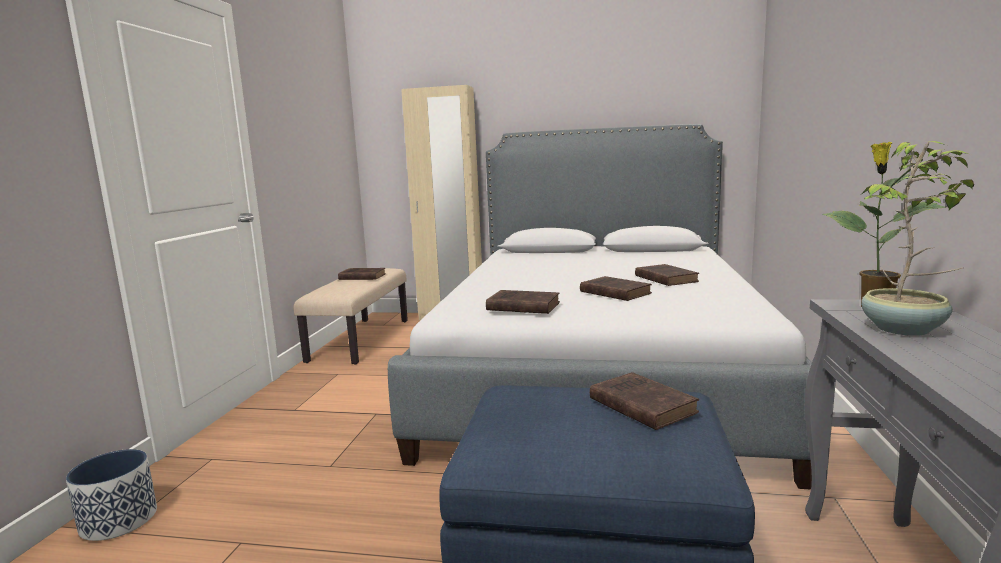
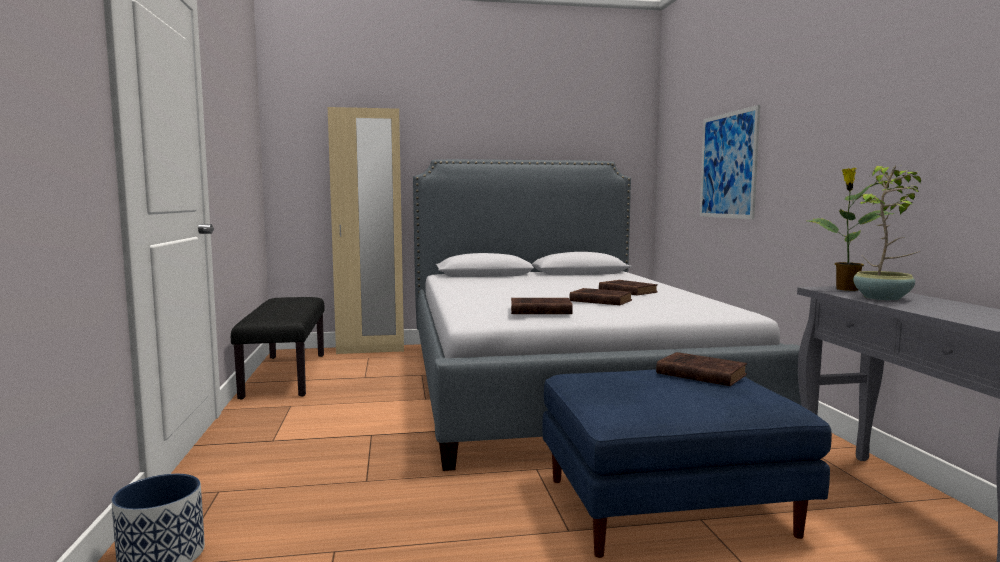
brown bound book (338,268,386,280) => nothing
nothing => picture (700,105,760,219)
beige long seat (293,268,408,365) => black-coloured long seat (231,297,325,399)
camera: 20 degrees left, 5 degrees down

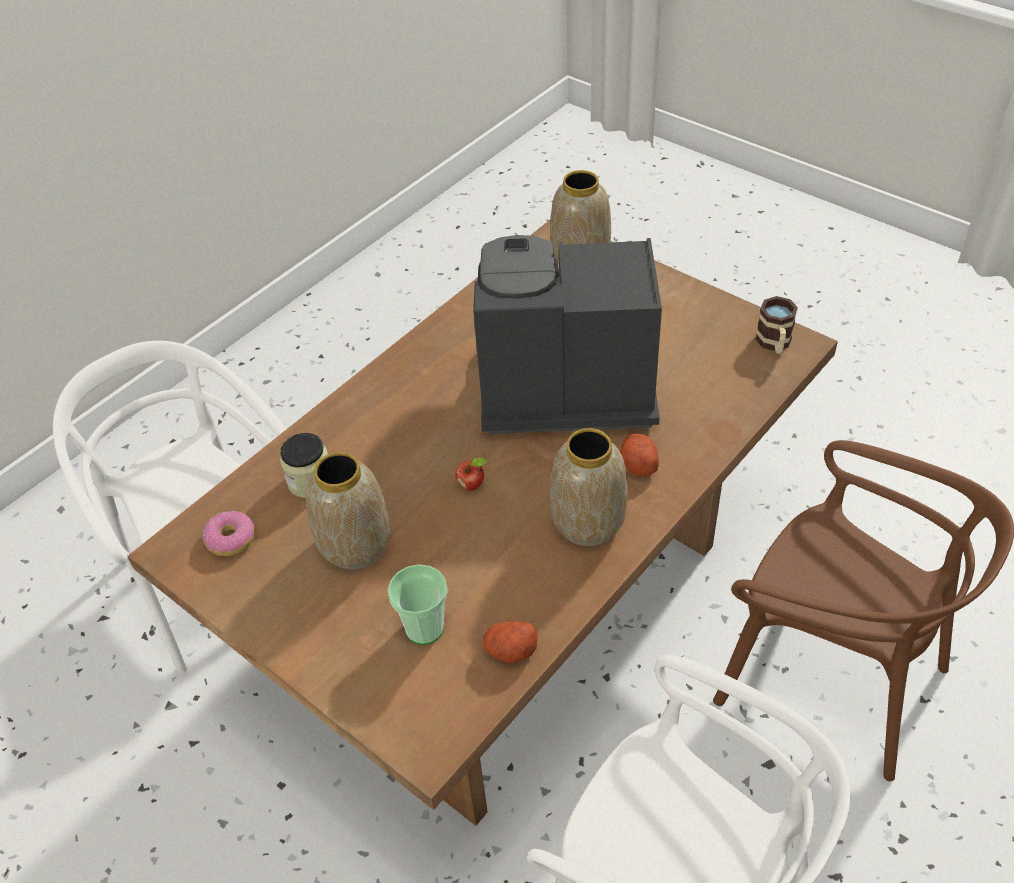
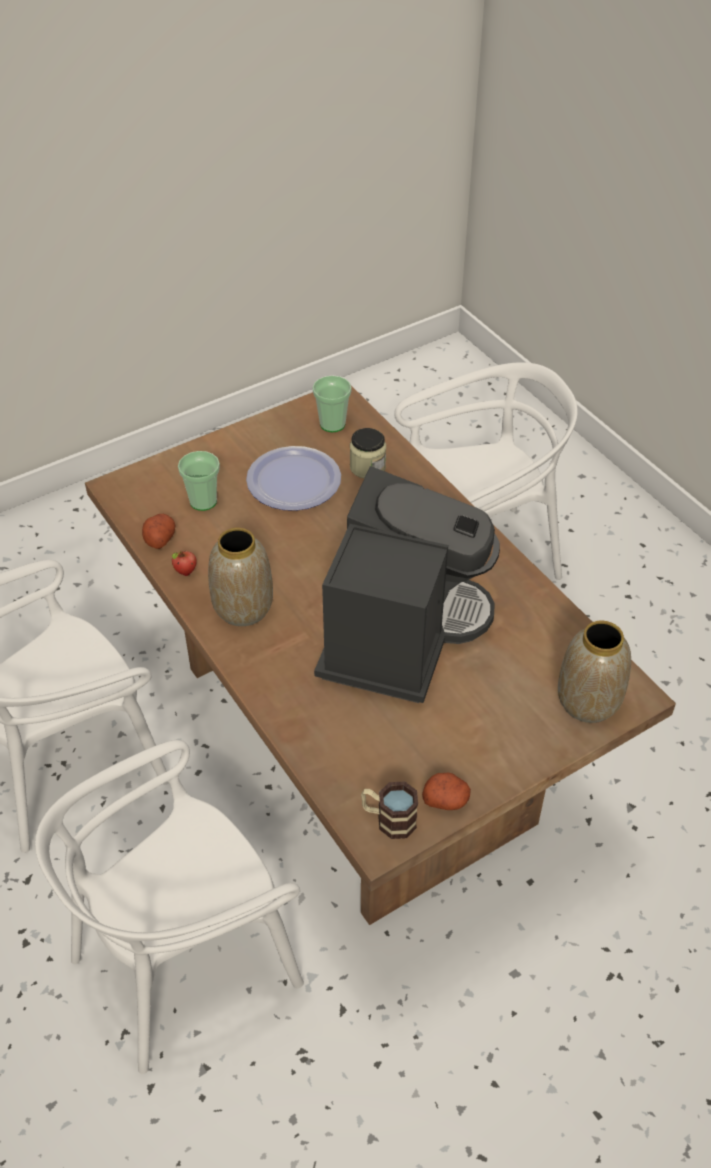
whole apple (455,457,487,491) => whole apple (172,550,197,576), shifted
spud (620,433,659,476) => spud (422,772,471,810), shifted
doughnut (202,511,255,556) => cup (313,375,352,432)
decorative vase (306,452,390,569) => dinner plate (246,446,341,511)
brown upright chair (713,440,1014,781) => whitish upright chair (35,740,304,1074)
camera: 105 degrees right, 0 degrees up

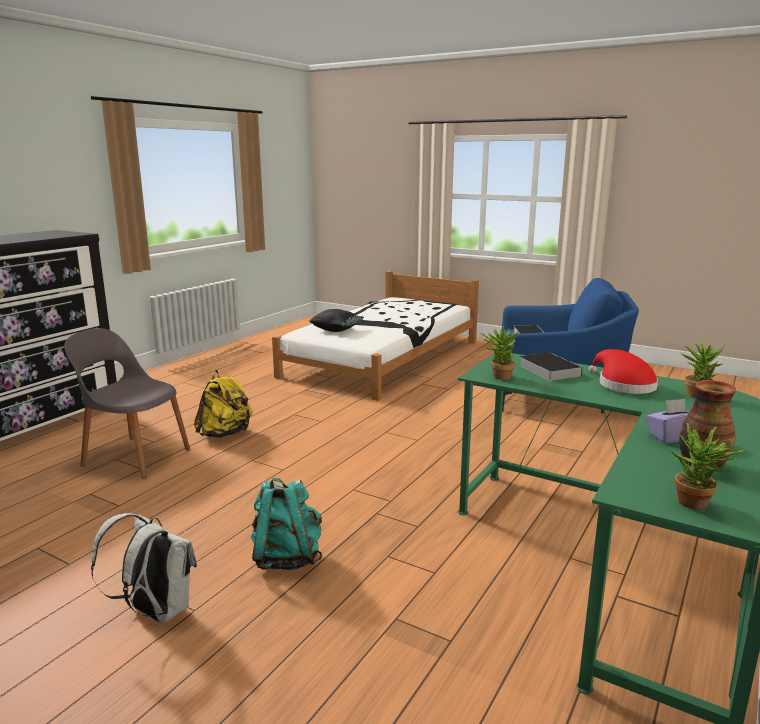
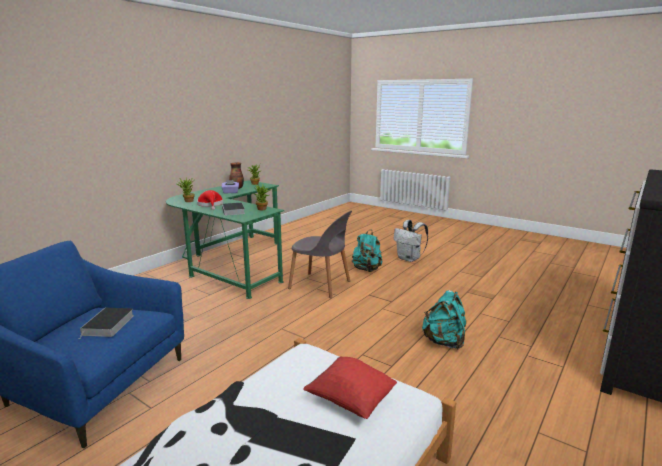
grey upright chair (64,328,190,479) => grey upright chair (288,211,352,298), shifted
yellow backpack (194,370,253,438) => blue-green backpack (422,290,466,350)
black-coloured pillow (309,309,363,332) => red-coloured pillow (303,356,397,419)
camera: 175 degrees left, 0 degrees up

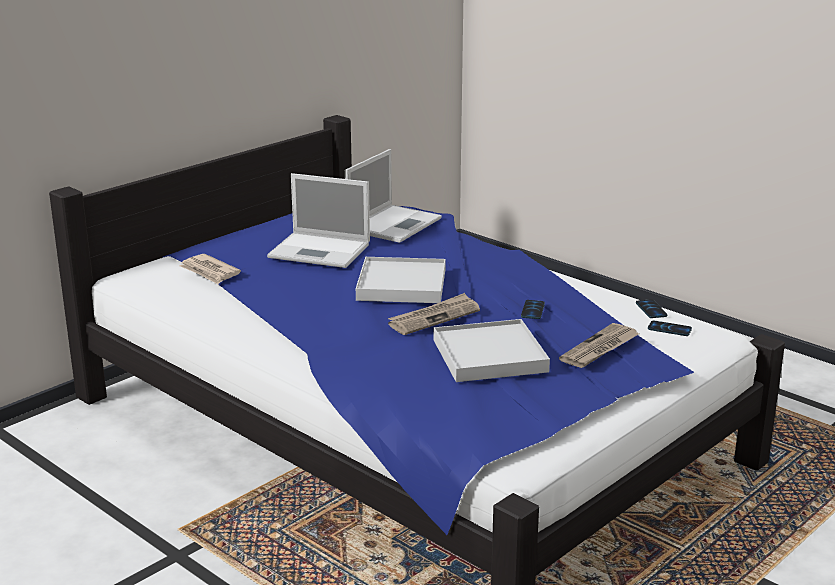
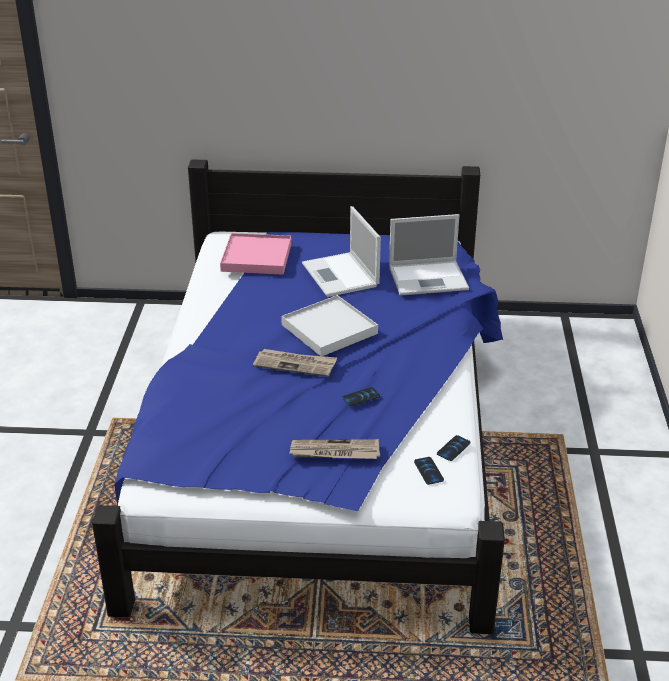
whitish tray (434,319,550,382) => nothing
printed paper (180,254,241,284) => pink-coloured tray (220,233,292,275)
camera: 50 degrees right, 10 degrees up

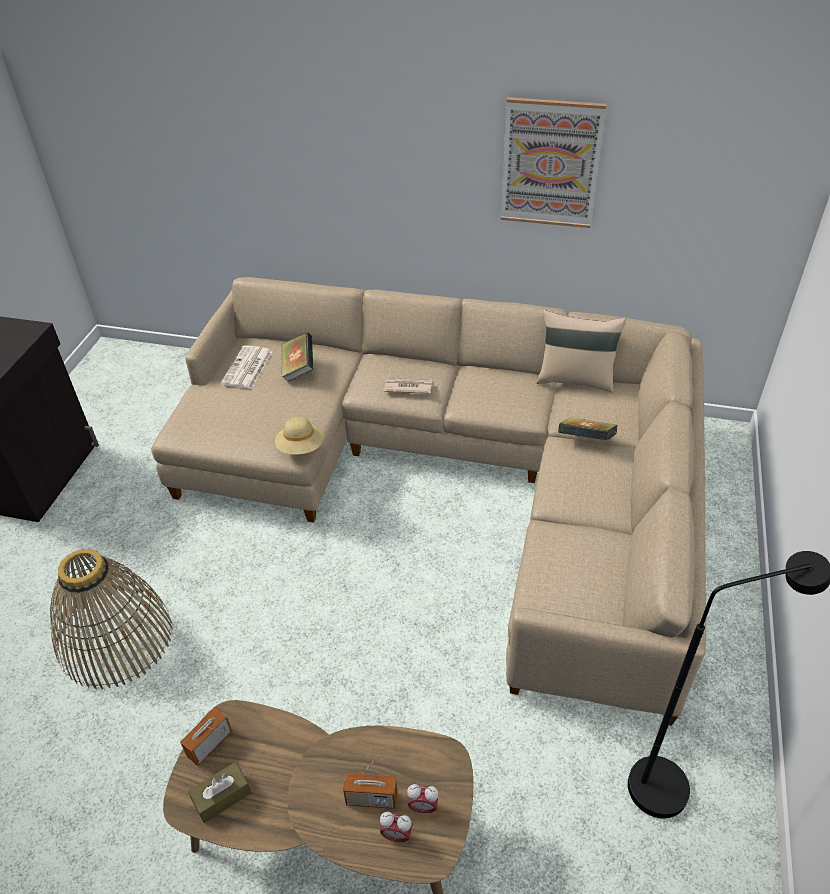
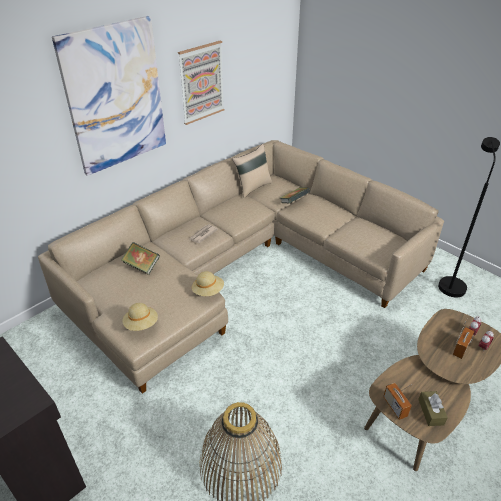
printed paper (221,345,272,389) => nothing
nothing => picture (52,16,166,176)
nothing => beige clothing hat (123,303,158,331)
camera: 60 degrees left, 5 degrees down

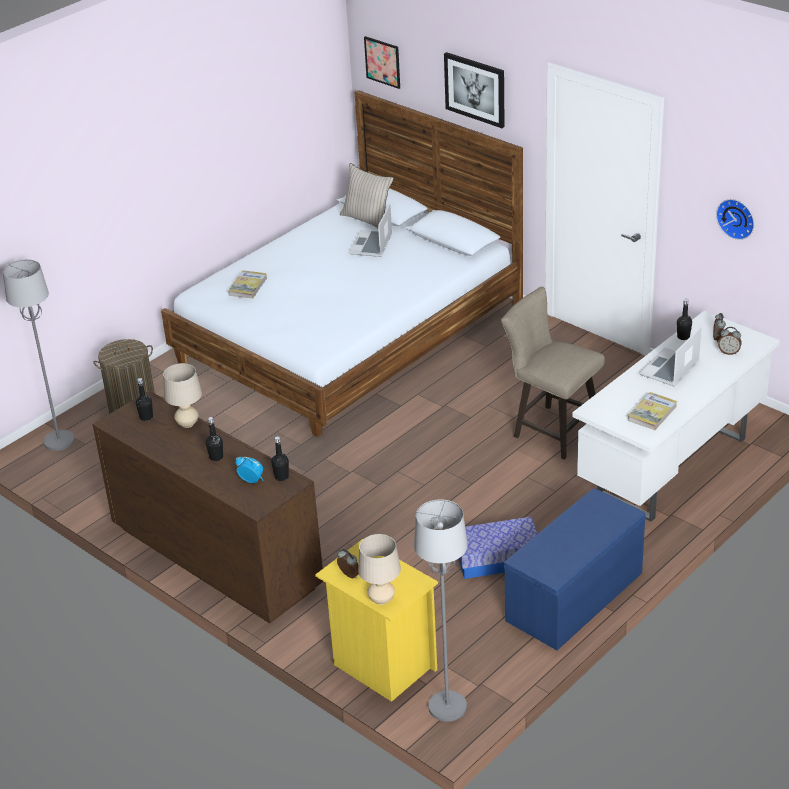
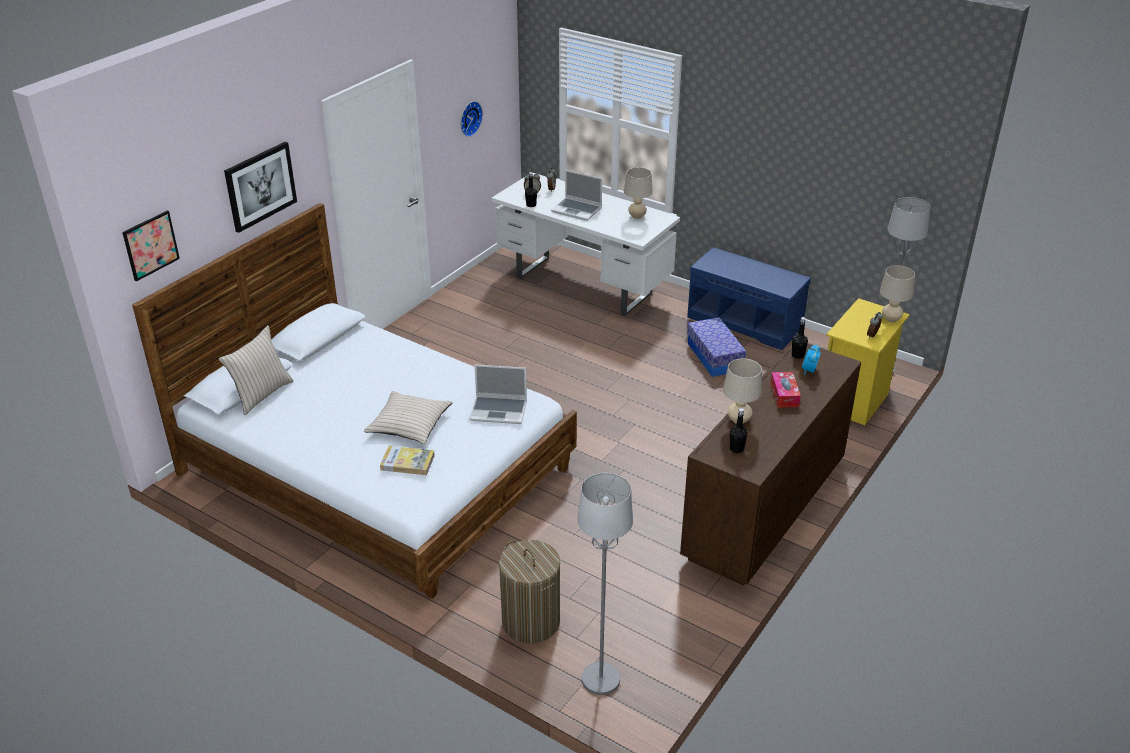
beige stool seat (501,287,605,460) => nothing
nothing => beige pillow (364,391,453,444)
laptop (348,204,392,257) => laptop (470,365,527,424), shifted
black-coloured drink bottle (206,417,223,461) => box of tissues (770,372,801,407)
bound book (628,392,677,430) => beige table lamp (624,167,653,219)
camera: 100 degrees left, 0 degrees up

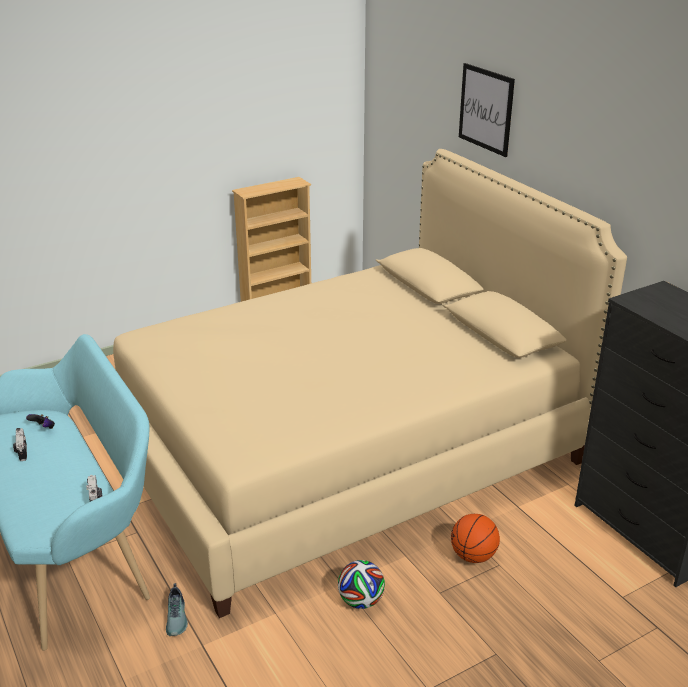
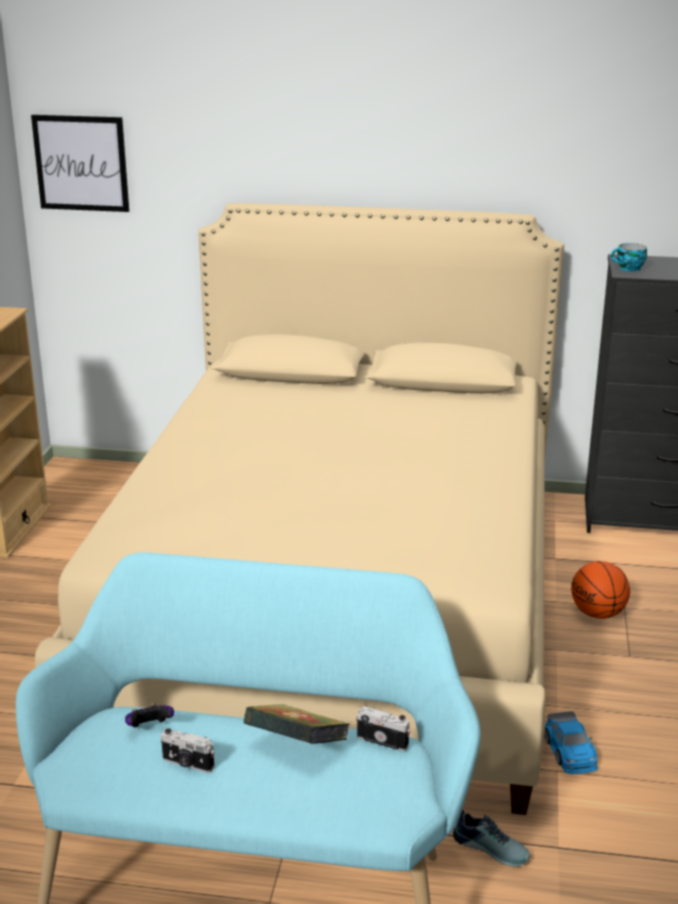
football (338,560,385,609) => nothing
nothing => bound book (244,704,349,744)
nothing => toy car (544,711,598,774)
nothing => cup (611,243,647,272)
picture (459,63,515,157) => picture (31,115,129,212), shifted
camera: 50 degrees left, 5 degrees down

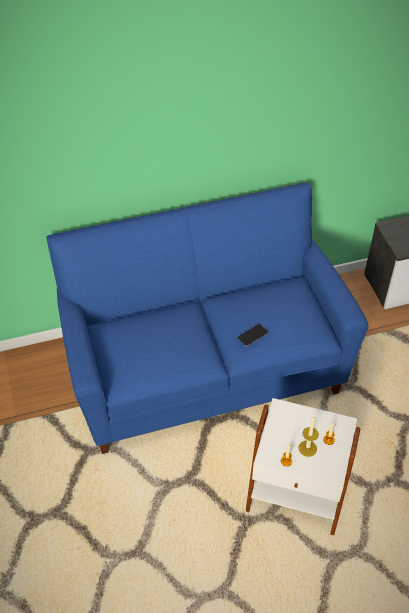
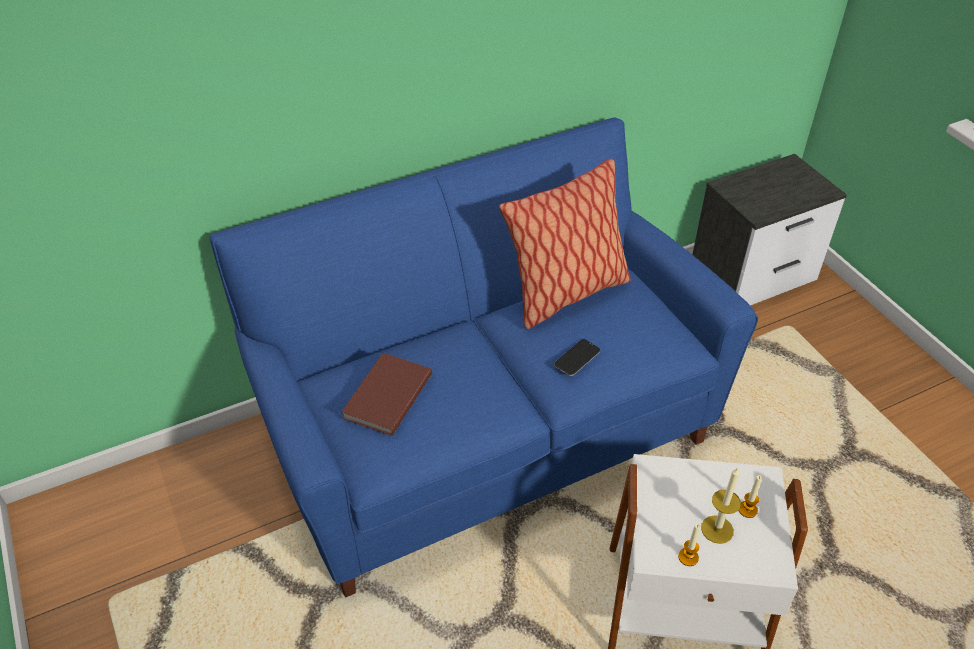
nothing => brown bound book (342,353,432,436)
nothing => pillow (499,159,631,329)
camera: 10 degrees left, 5 degrees down

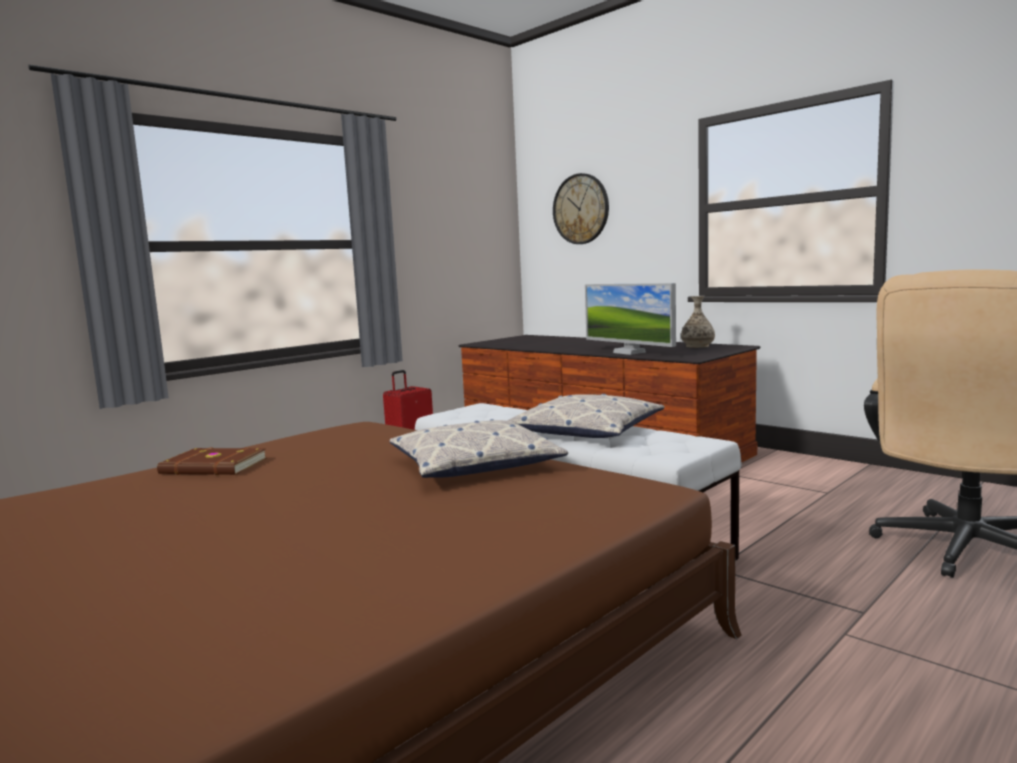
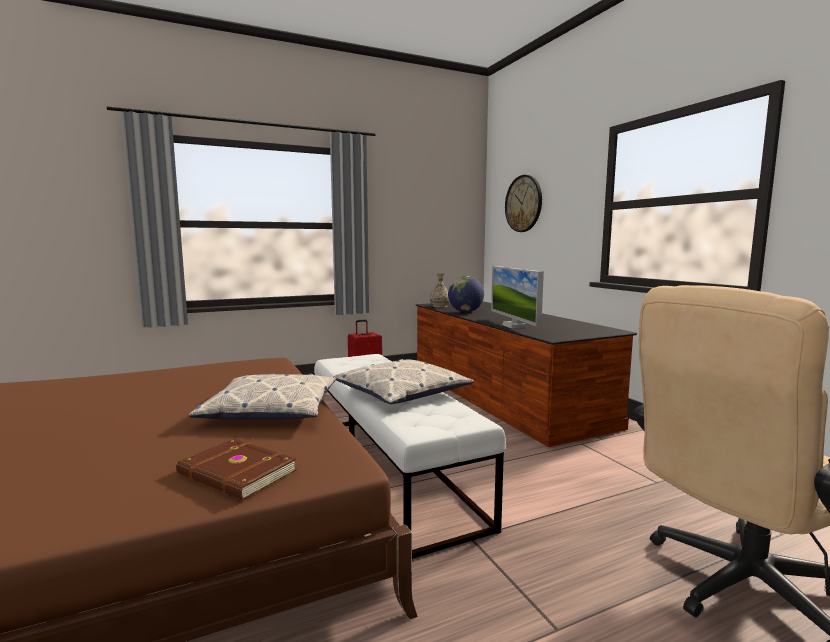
nothing => globe (448,276,484,312)
brown bound book (157,448,267,475) => brown bound book (176,438,297,500), shifted
decorative vase (681,296,715,348) => decorative vase (429,273,450,308), shifted
camera: 20 degrees right, 0 degrees up

